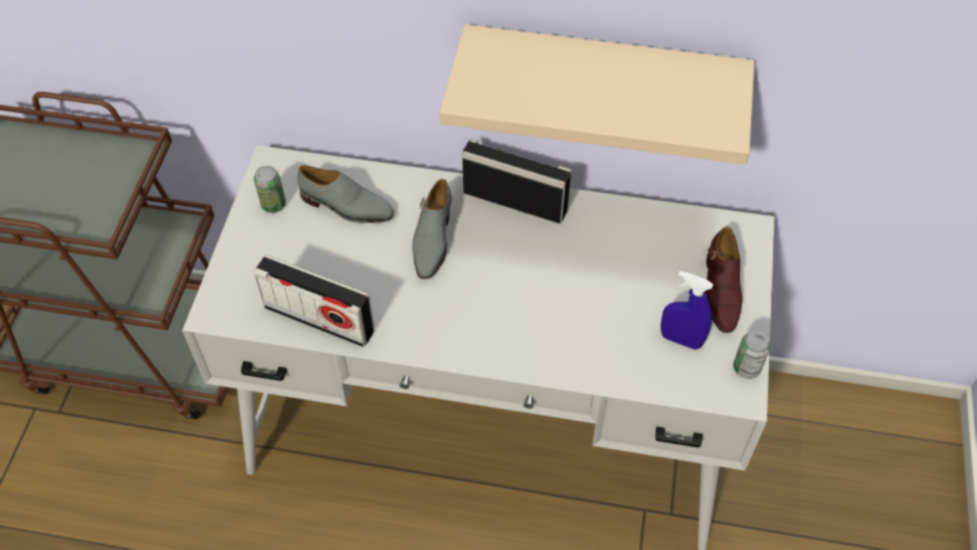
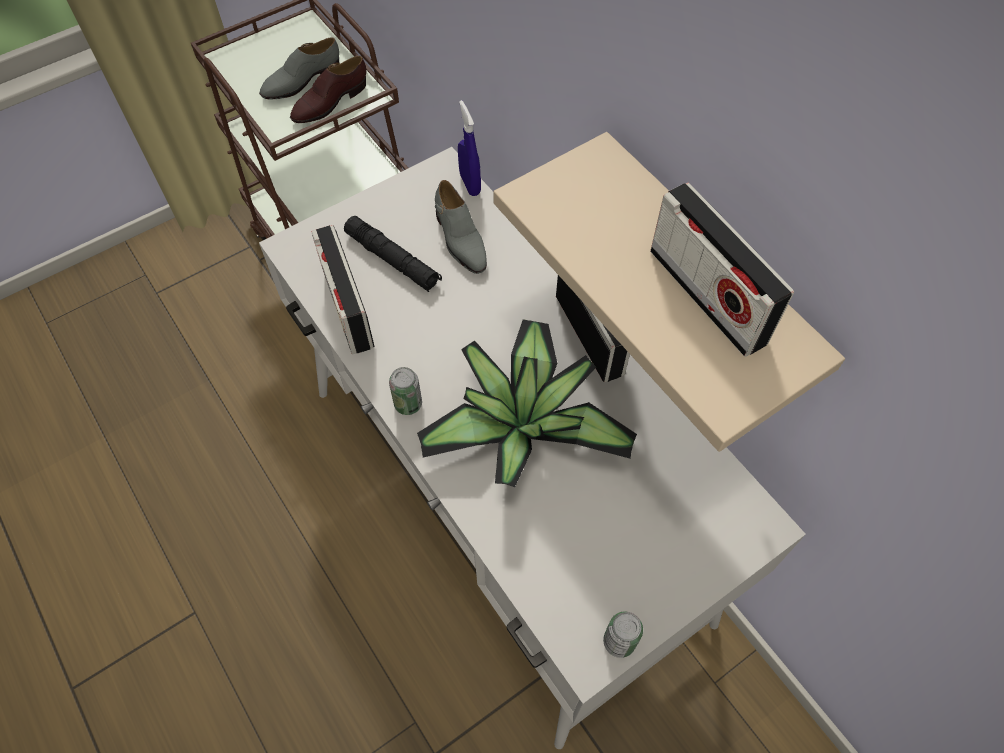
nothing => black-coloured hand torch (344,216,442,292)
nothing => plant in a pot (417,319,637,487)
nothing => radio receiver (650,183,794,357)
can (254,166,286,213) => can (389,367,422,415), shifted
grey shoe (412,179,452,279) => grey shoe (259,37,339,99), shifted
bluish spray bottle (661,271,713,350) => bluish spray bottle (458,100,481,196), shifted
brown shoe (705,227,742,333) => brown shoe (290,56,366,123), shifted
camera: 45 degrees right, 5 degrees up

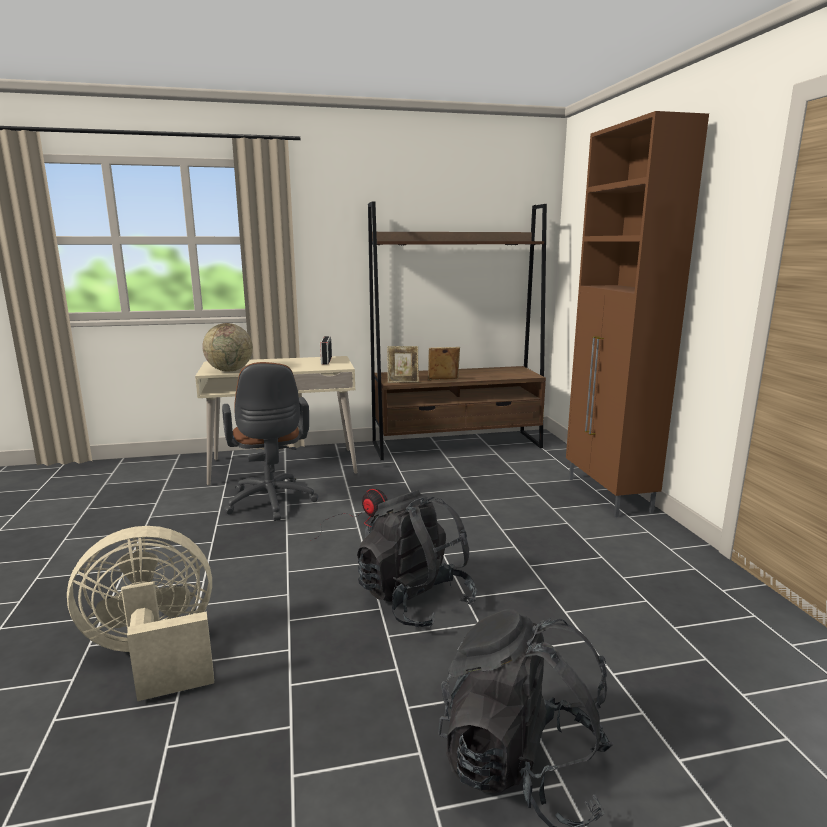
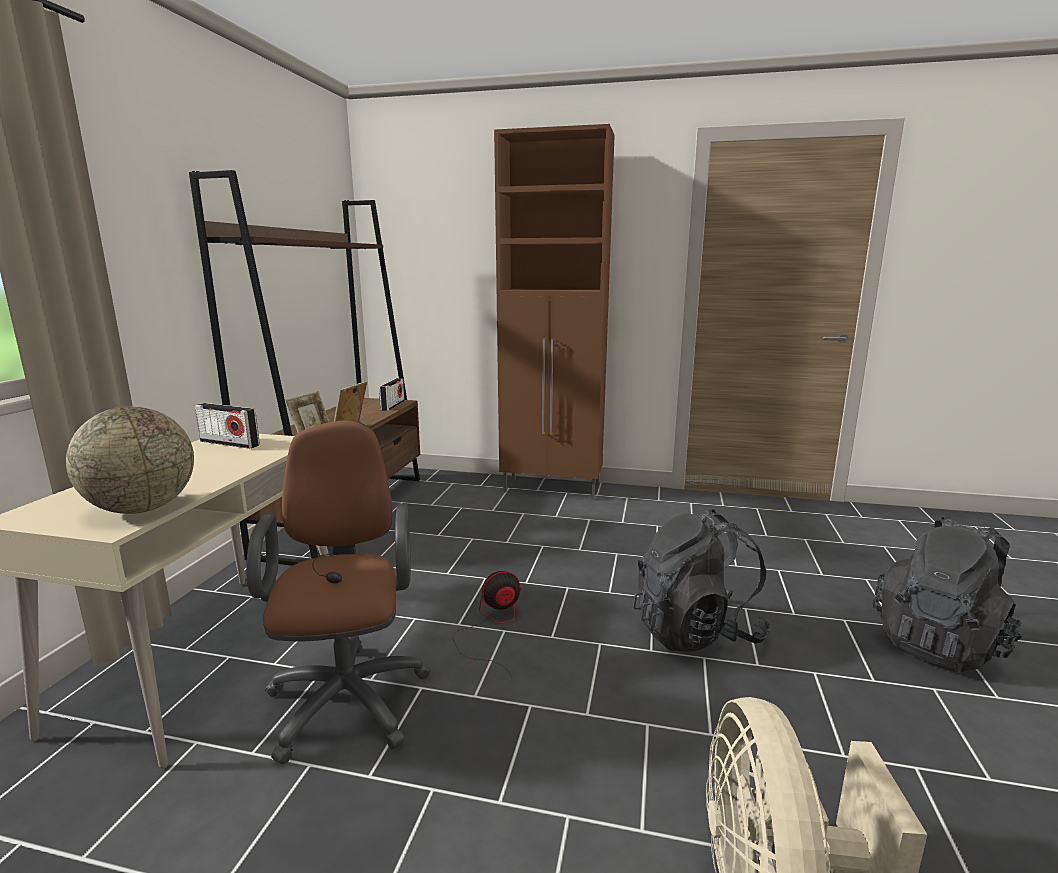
nothing => radio receiver (379,378,405,411)
brown desk chair (222,362,318,521) => brown desk chair (246,420,431,764), 105 degrees counterclockwise
camera: 65 degrees left, 0 degrees up

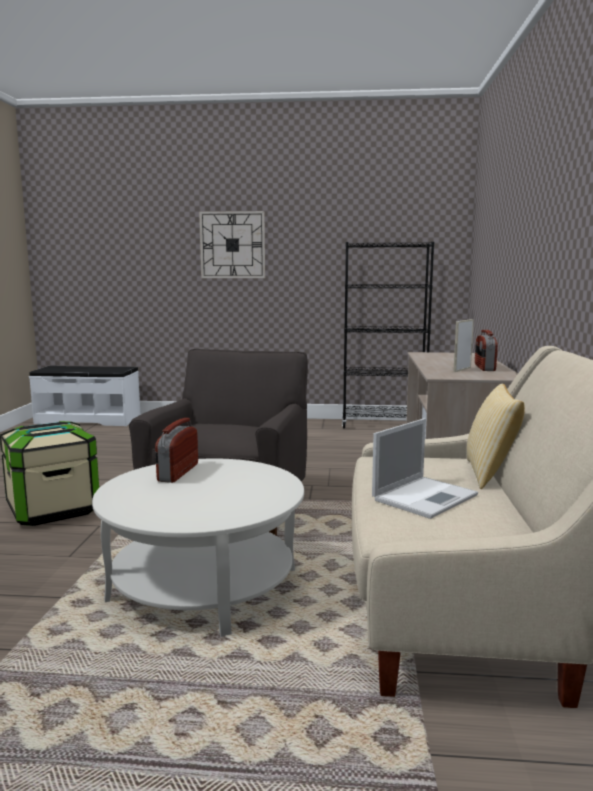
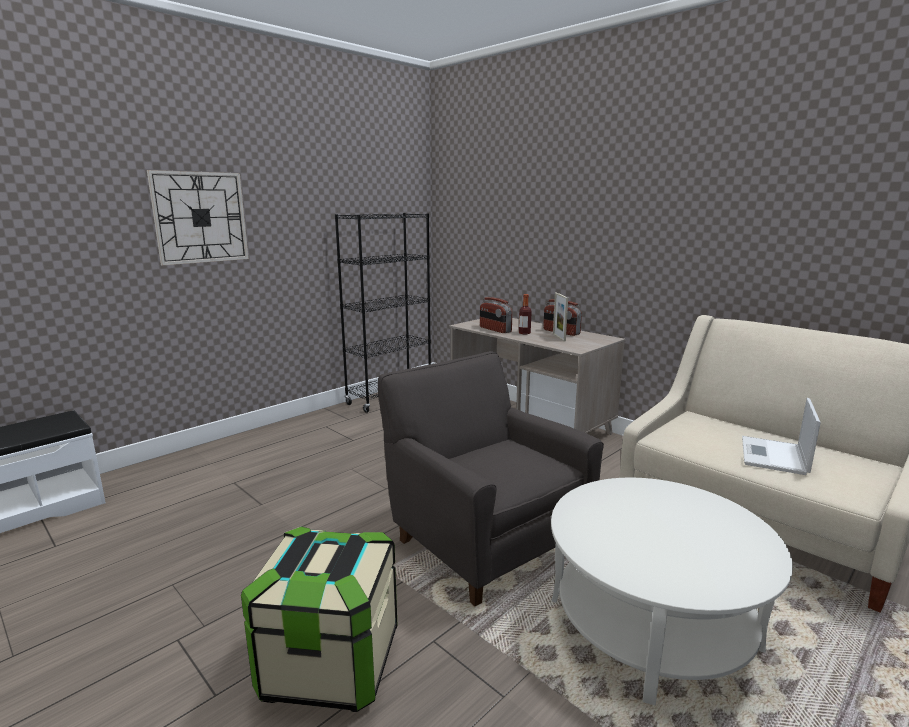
pillow (467,384,525,489) => nothing
nothing => drink bottle (519,294,532,334)
radio receiver (155,418,198,483) => radio receiver (480,297,513,333), shifted
laptop (372,418,478,519) => laptop (742,398,821,475), 150 degrees counterclockwise
camera: 50 degrees left, 5 degrees up

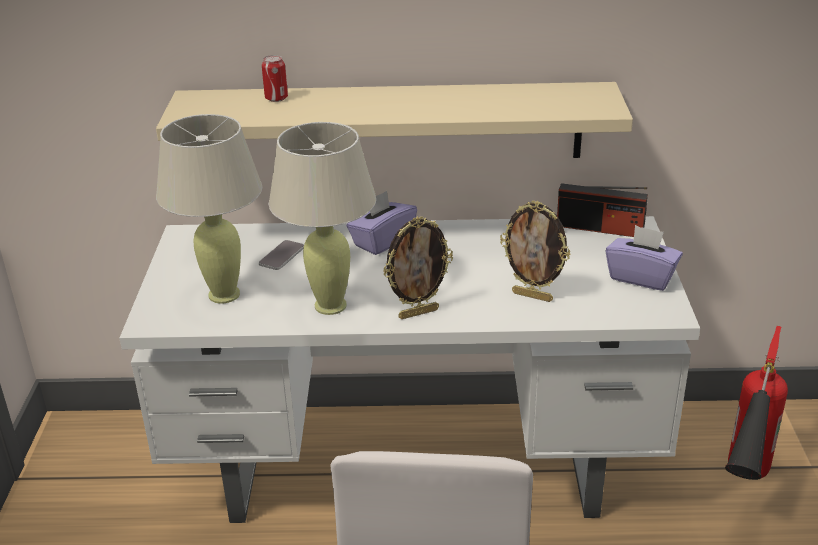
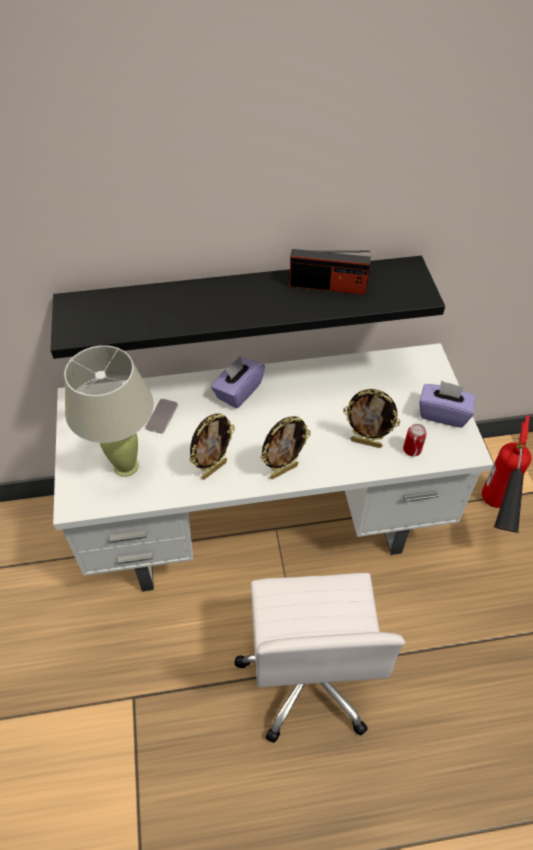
can (262,55,288,102) => can (403,424,427,456), shifted
radio receiver (557,183,648,237) => radio receiver (289,249,371,295), shifted
beige table lamp (269,122,376,315) => picture frame (189,414,235,480)
beige bracket shelf (156,82,633,158) => black-coloured bracket shelf (50,256,445,359)
camera: 10 degrees left, 20 degrees up

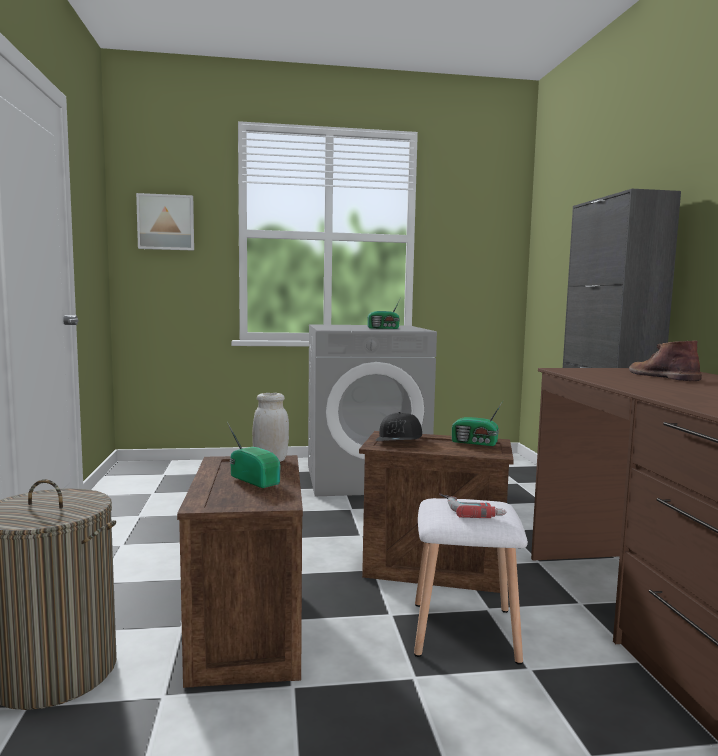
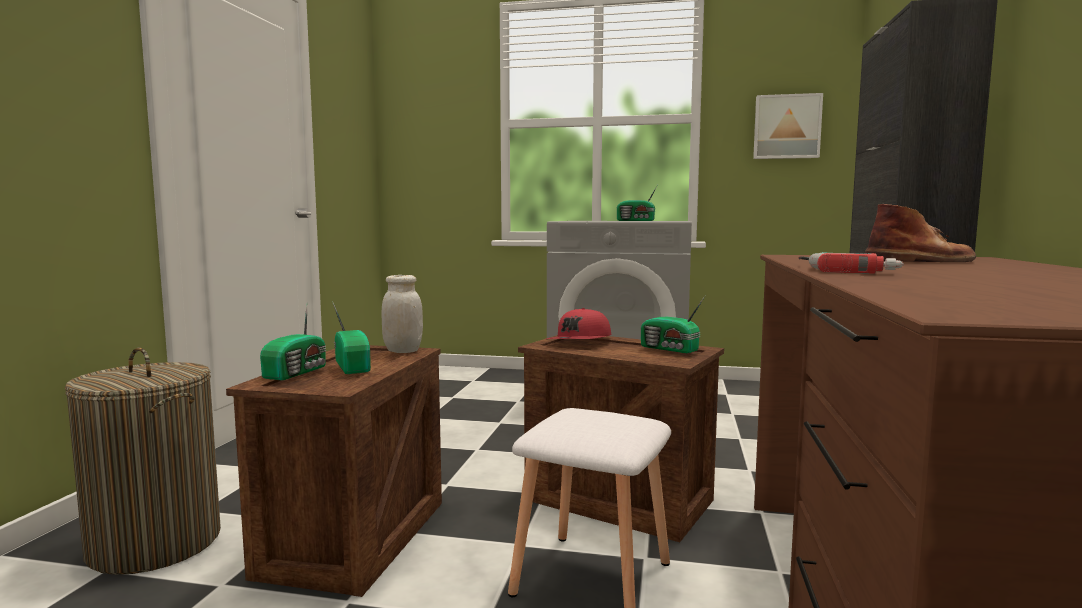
nothing => radio receiver (260,306,326,381)
picture (136,193,194,251) => picture (753,93,823,159), shifted
drill (439,493,507,518) => drill (799,252,904,274), shifted
black-coloured baseball cap (376,412,422,441) => red-coloured baseball cap (547,308,611,339)
brown boot (629,340,702,381) => brown boot (865,204,976,262), 75 degrees clockwise
camera: 20 degrees right, 0 degrees up

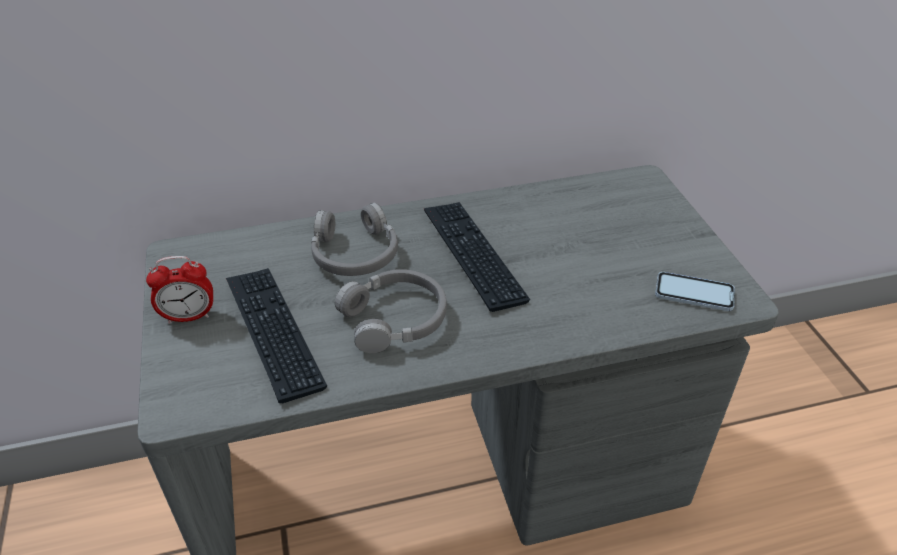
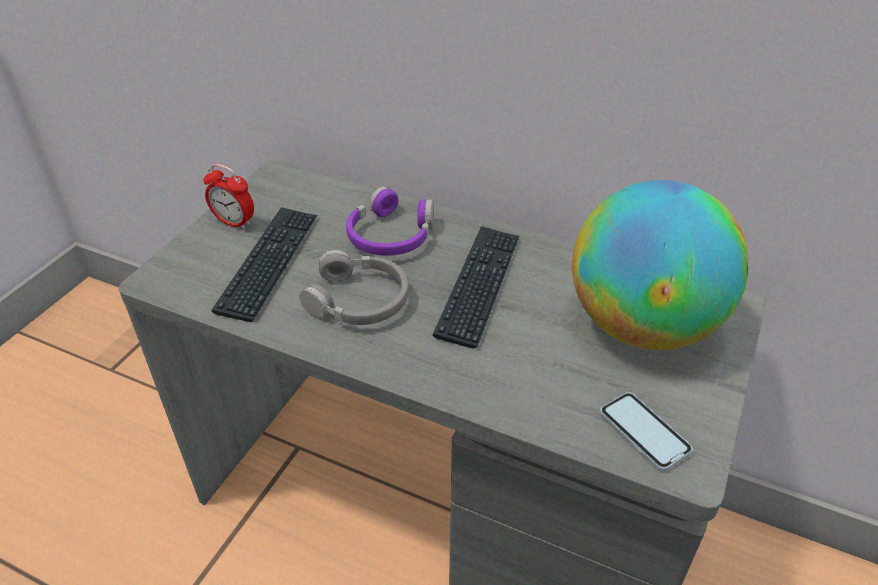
nothing => globe (572,180,749,350)
grey headphones (311,203,398,276) => purple headphones (346,186,434,256)
camera: 40 degrees right, 0 degrees up

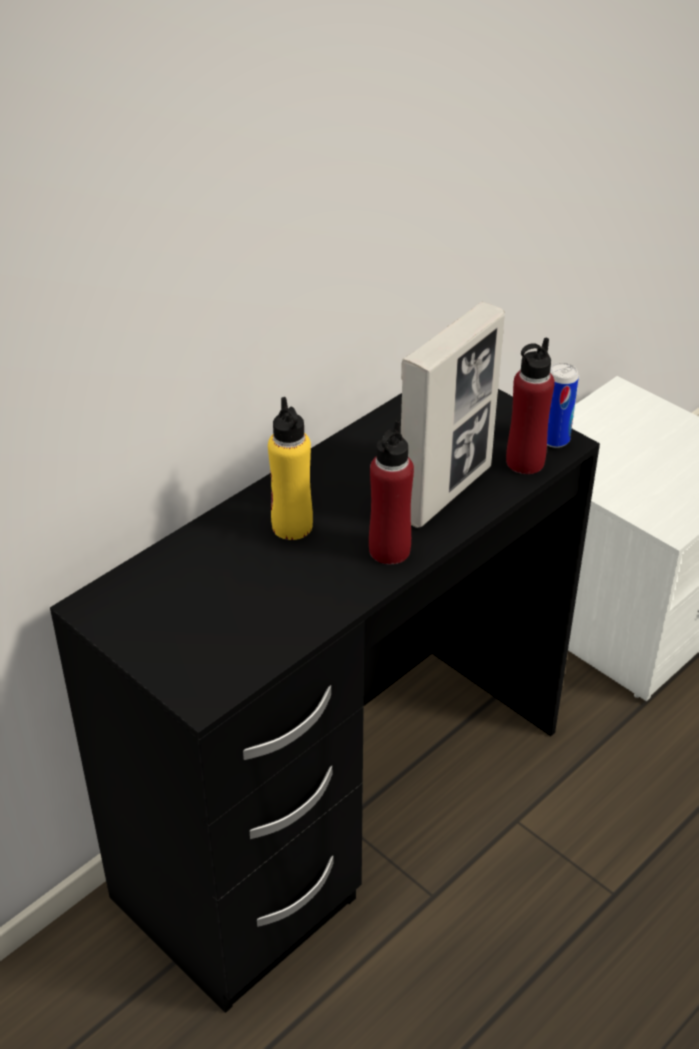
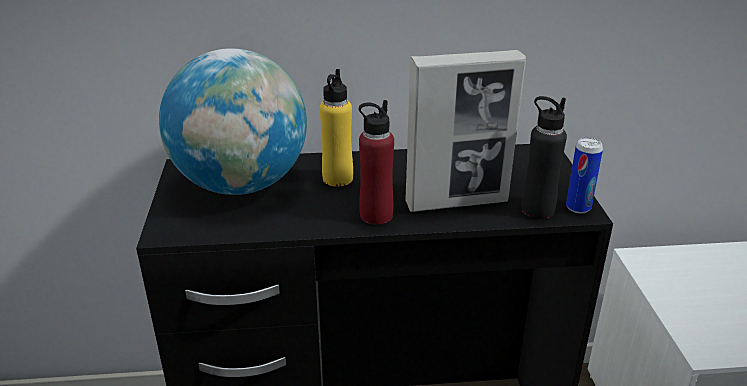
nothing => globe (159,48,307,195)
red-coloured drink bottle (506,337,555,474) => black-coloured drink bottle (521,96,567,219)
camera: 40 degrees right, 10 degrees down

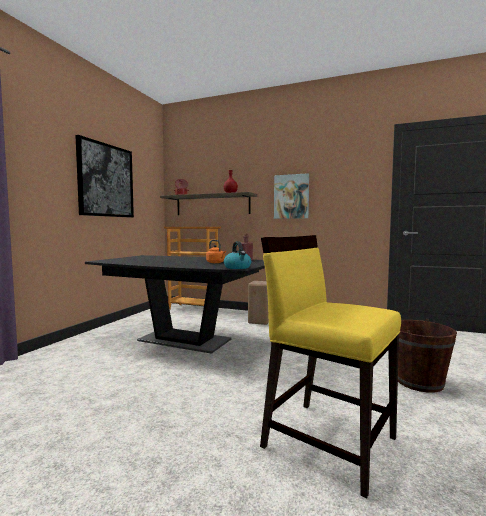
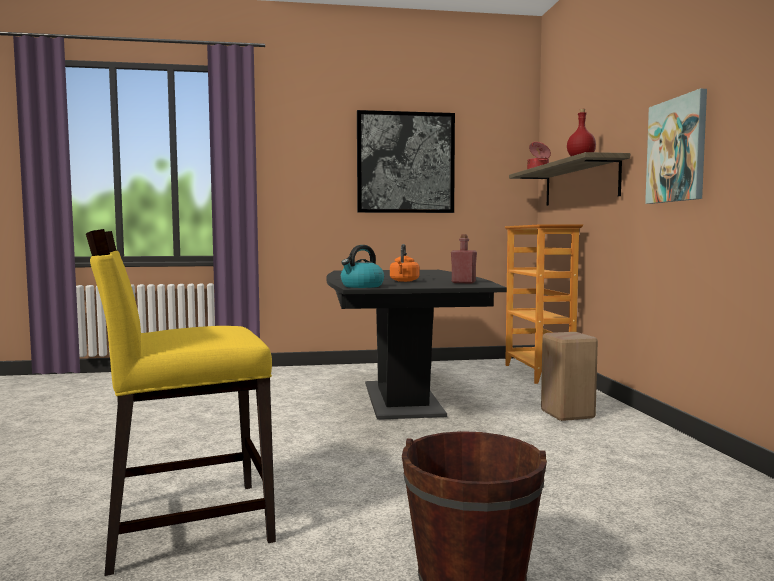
yellow upright chair (260,235,401,498) => yellow upright chair (86,229,276,576), 120 degrees counterclockwise
camera: 60 degrees right, 0 degrees up

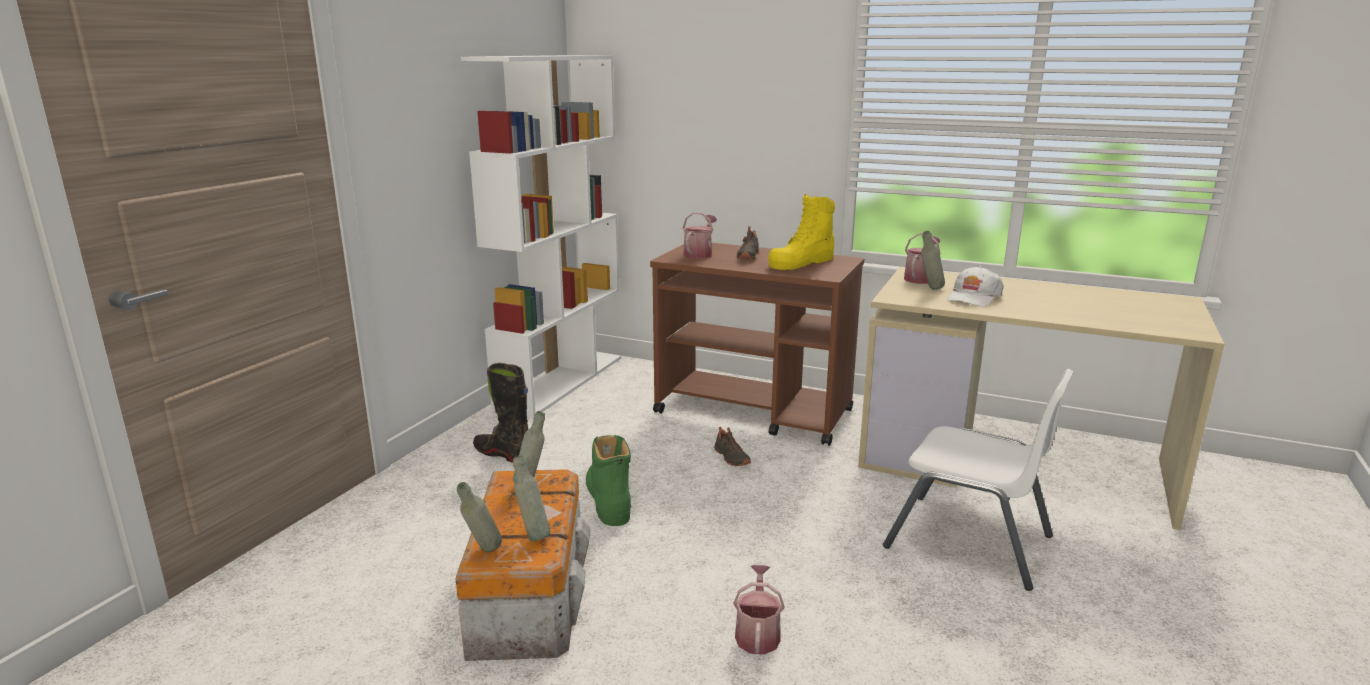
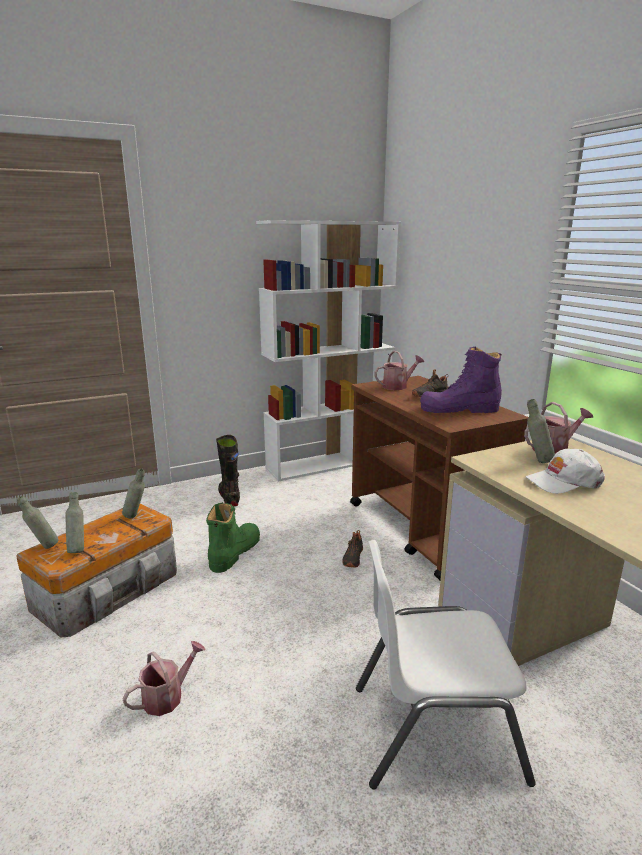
yellow boot (768,194,835,270) => purple boot (420,346,502,413)
whitish upright chair (883,369,1074,591) => whitish upright chair (356,540,536,790), 105 degrees clockwise
camera: 40 degrees right, 0 degrees up

